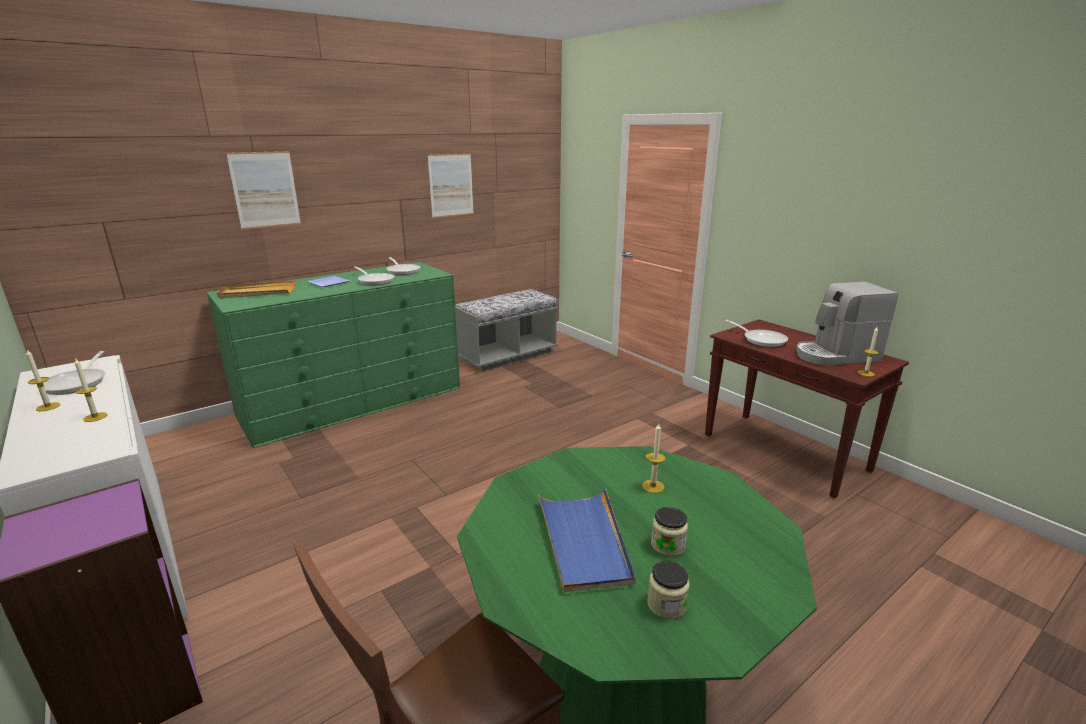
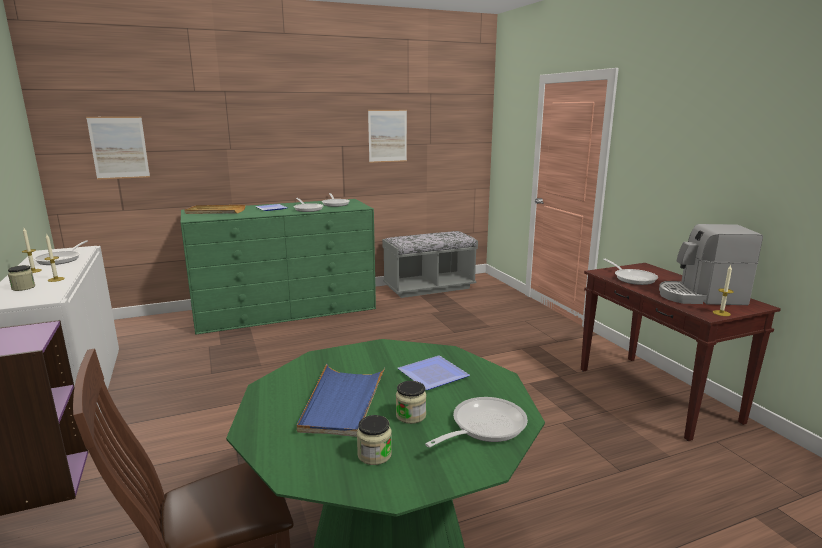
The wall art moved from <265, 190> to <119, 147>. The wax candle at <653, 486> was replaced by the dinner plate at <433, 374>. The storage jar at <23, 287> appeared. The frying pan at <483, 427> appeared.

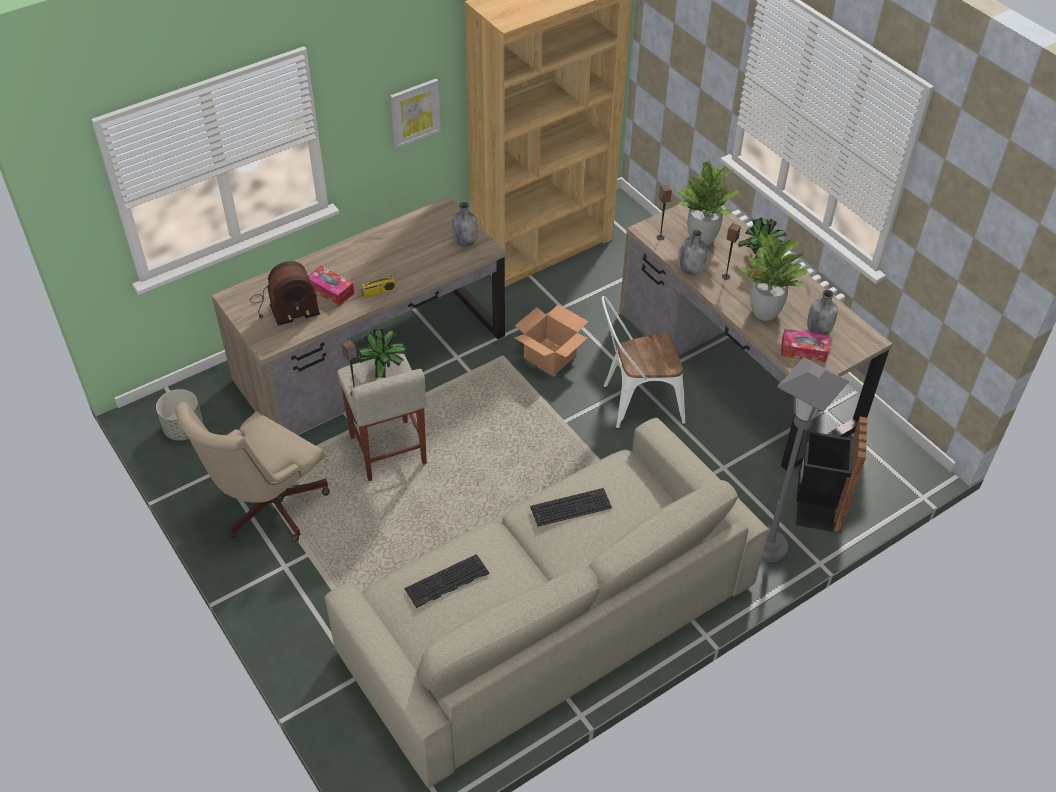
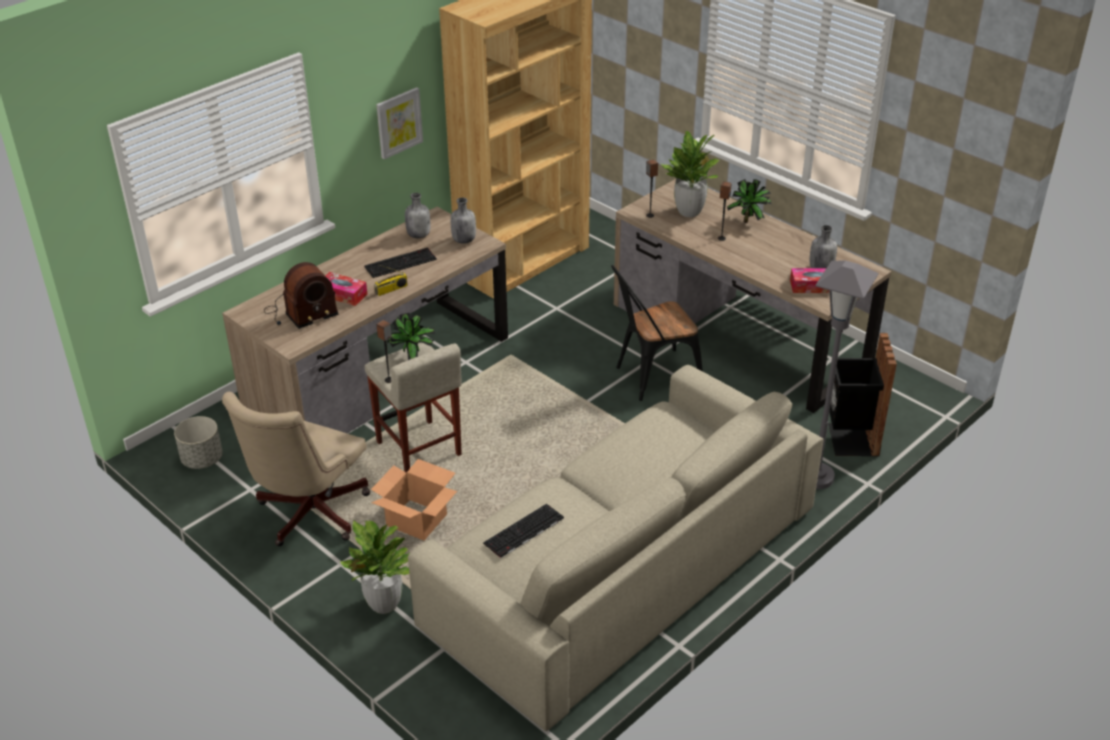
The cardboard box moved from <549, 356> to <415, 520>. The keyboard moved from <571, 506> to <401, 262>. The white chair at <635, 403> became the black chair at <652, 377>. The gray drink bottle moved from <691, 269> to <419, 235>. The potted plant moved from <764, 313> to <383, 604>.

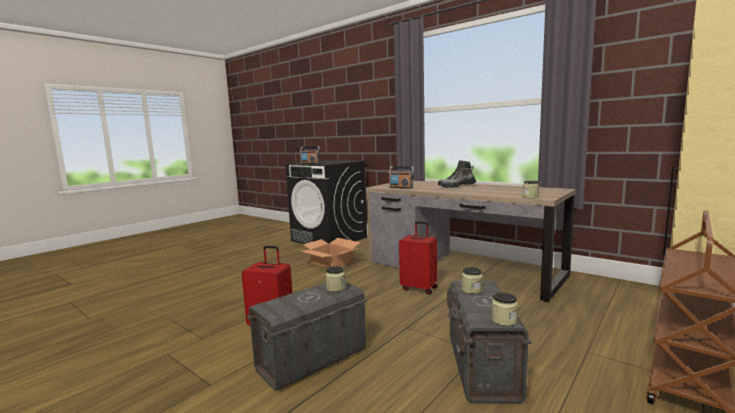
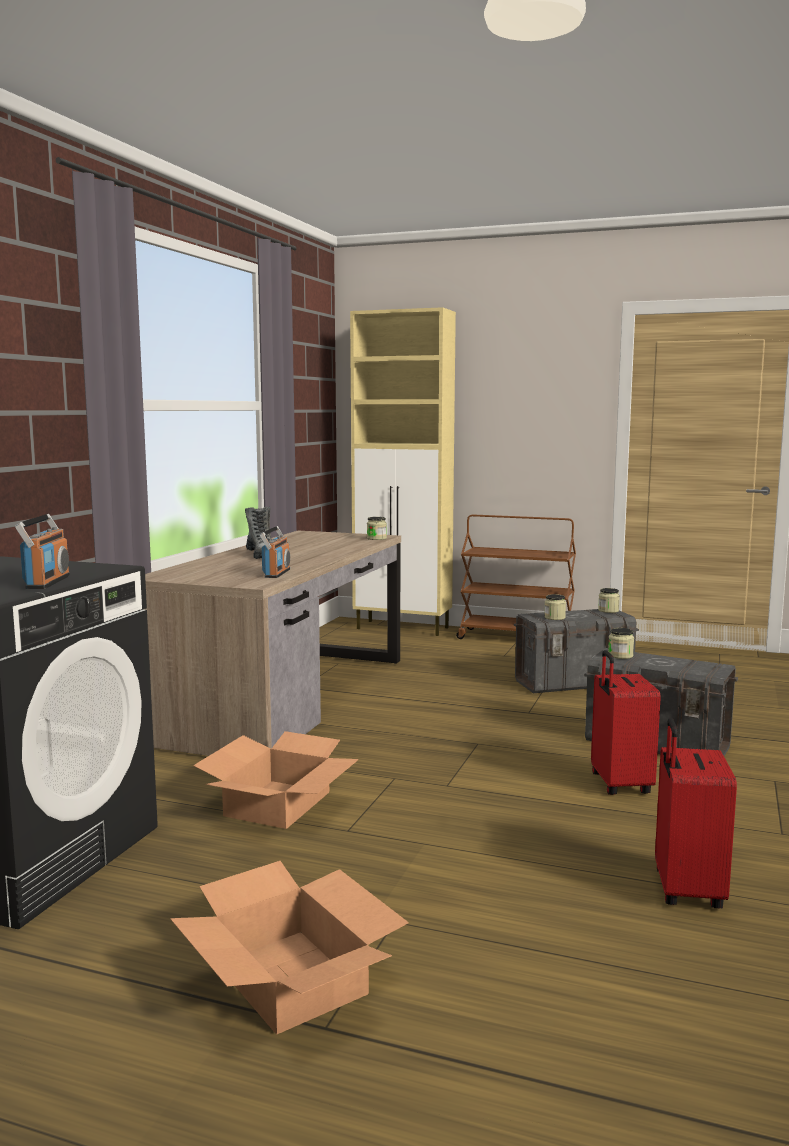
The reddish piece of luggage moved from <419, 288> to <685, 890>. The cardboard box at <290, 979> appeared.

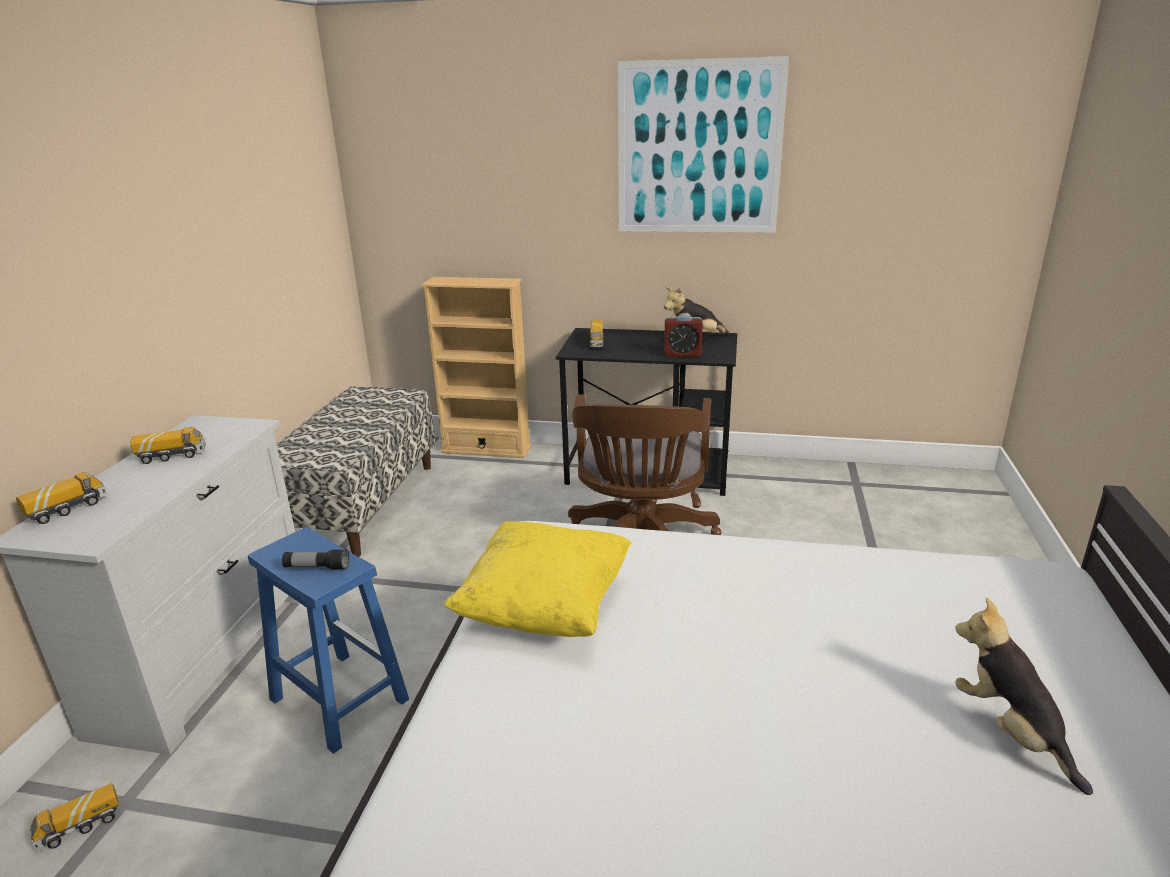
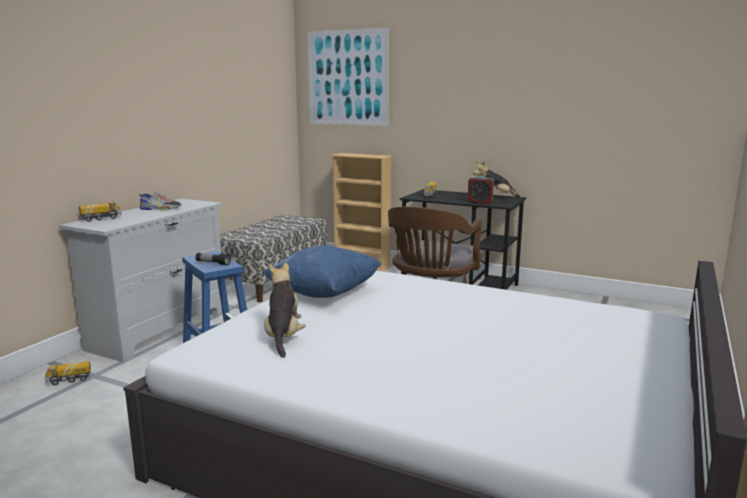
The toy truck at <172, 456> was replaced by the low shoe at <160, 209>. The yellow pillow at <545, 608> became the blue pillow at <324, 293>. The wall art moved from <698, 149> to <347, 78>. The plush toy moved from <1011, 731> to <283, 337>.

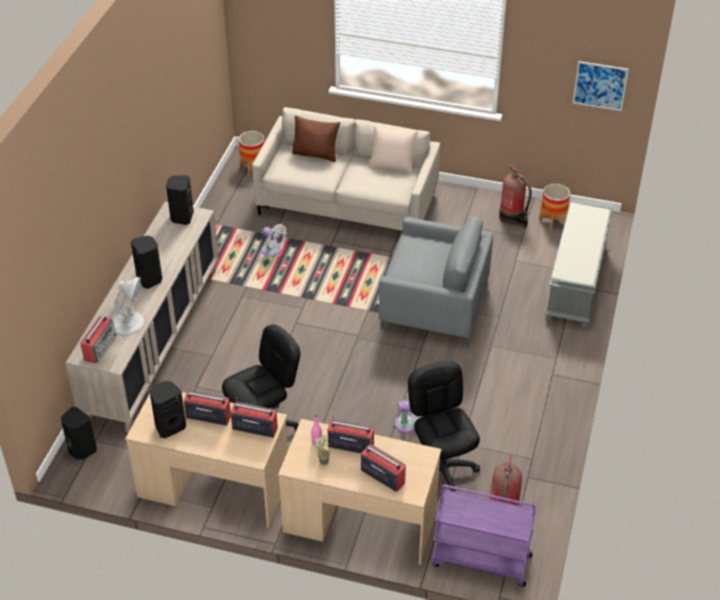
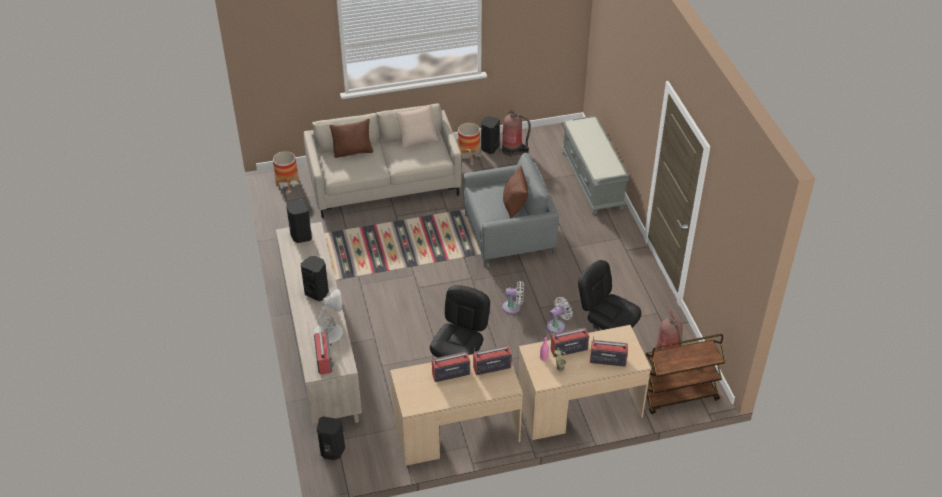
The black speaker moved from <169, 426> to <489, 148>. The white electric fan moved from <272, 252> to <513, 307>. The purple-coloured trolley at <480, 561> became the brown-coloured trolley at <678, 396>. The plant pot moved from <552, 221> to <469, 154>. The wall art at <600, 86> disappeared. The brown-coloured pillow at <515, 205> appeared.

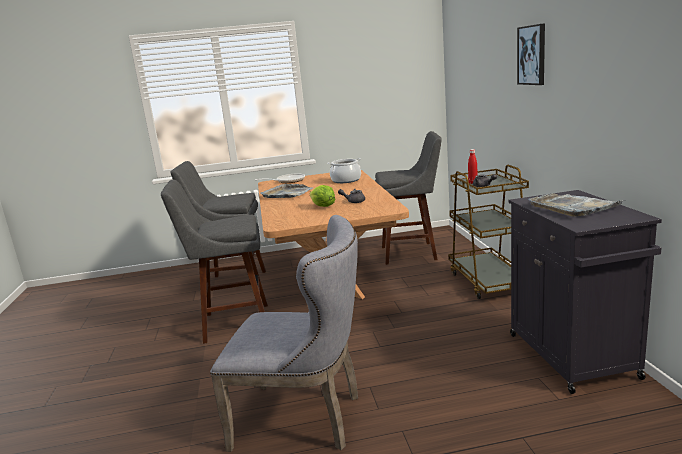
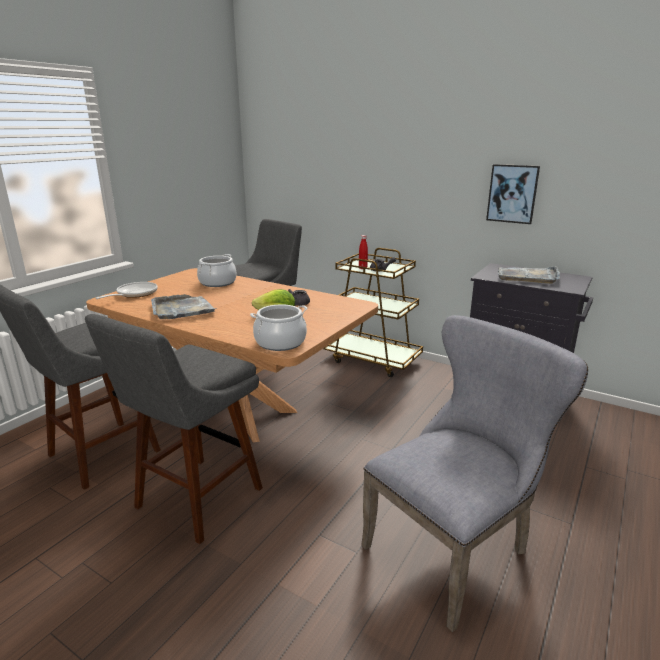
The wall art moved from <532, 55> to <512, 193>. The stockpot at <280, 342> appeared.

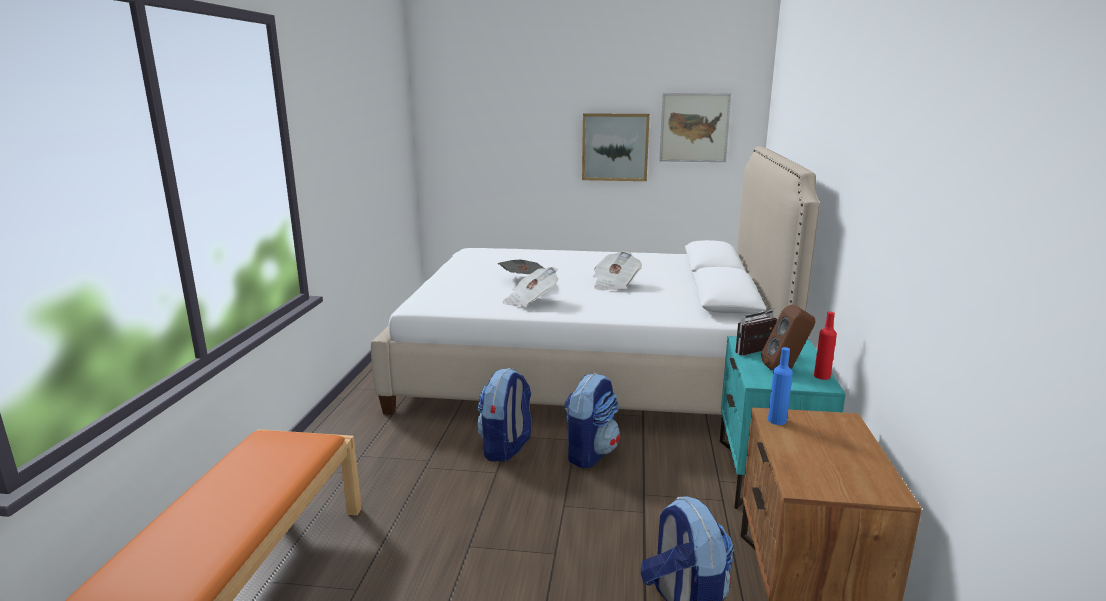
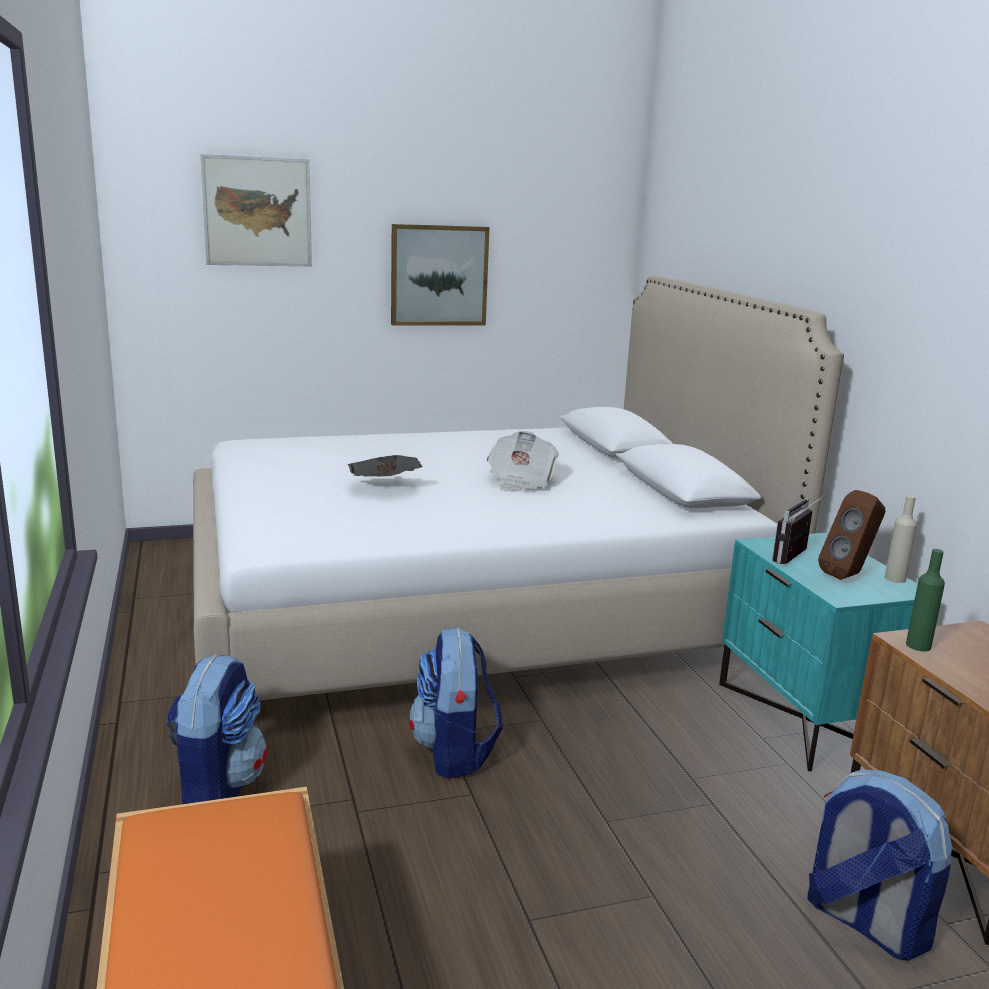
The daily paper at <530, 301> disappeared. The knapsack moved from <590, 453> to <218, 787>. The wall art moved from <694, 128> to <257, 212>. The blue drink bottle at <777, 420> became the greenish drink bottle at <918, 645>. The reddish drink bottle at <822, 376> became the beige drink bottle at <895, 579>.

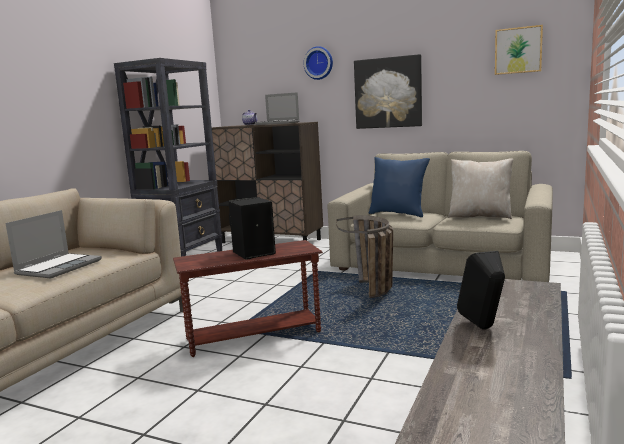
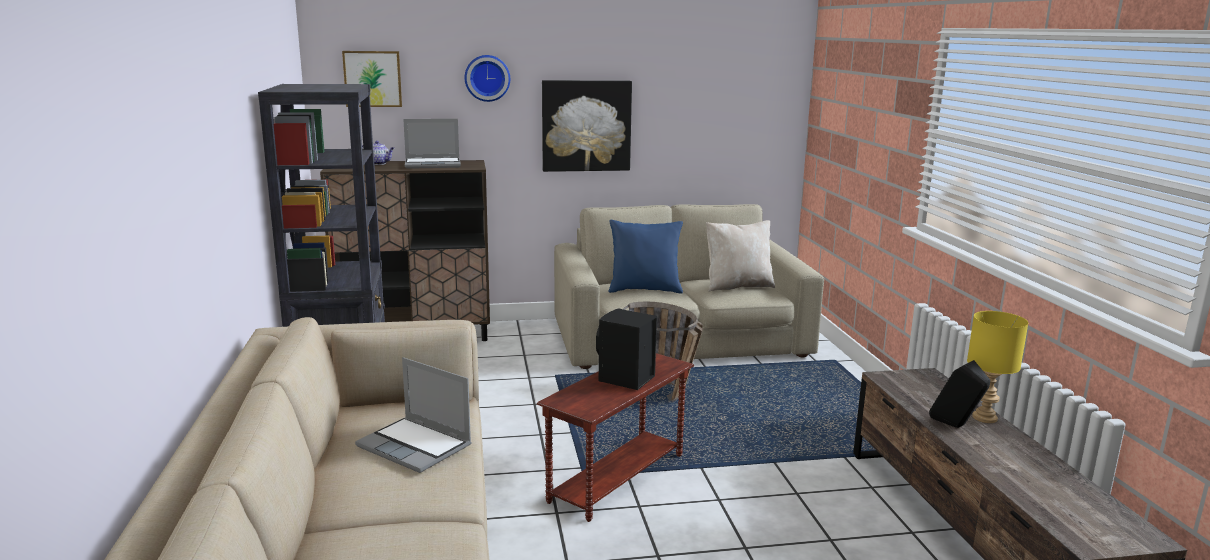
The notebook computer at <59, 267> turned 135 degrees clockwise. The wall art moved from <518, 50> to <373, 78>. The yellow tabletop lamp at <983, 418> appeared.

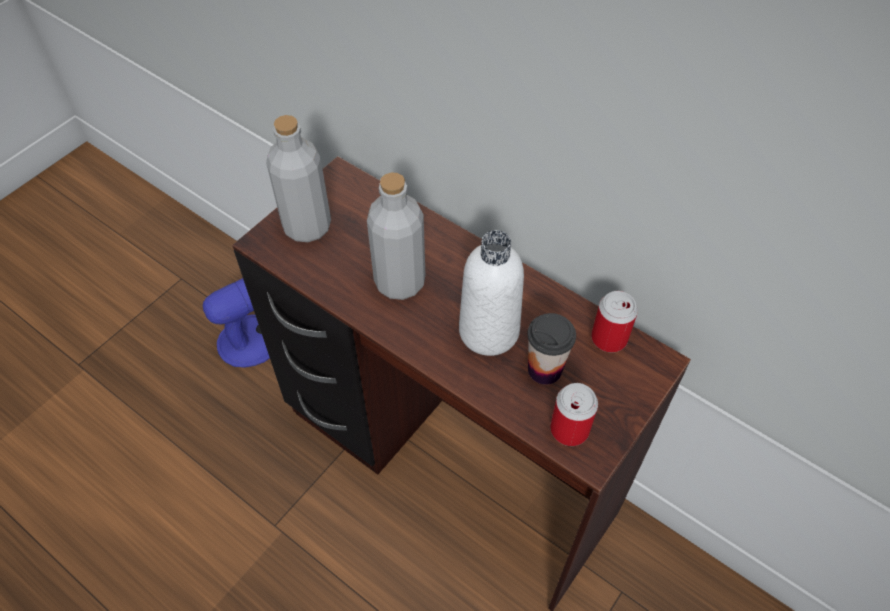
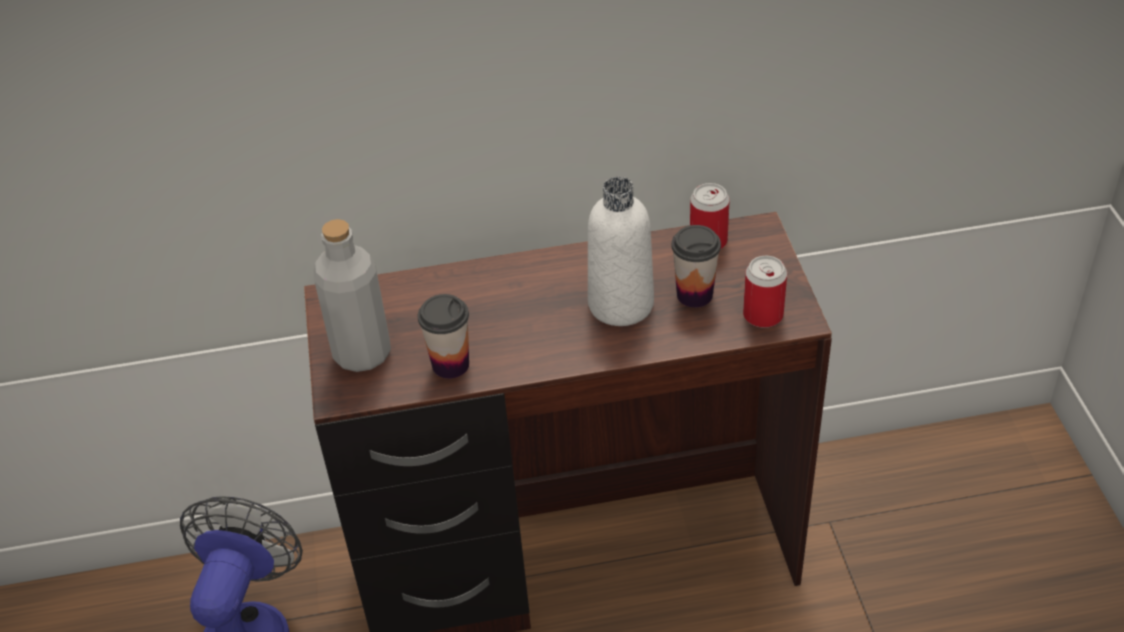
The gray drink bottle at <400, 282> disappeared. The drinking cup at <450, 365> appeared.

